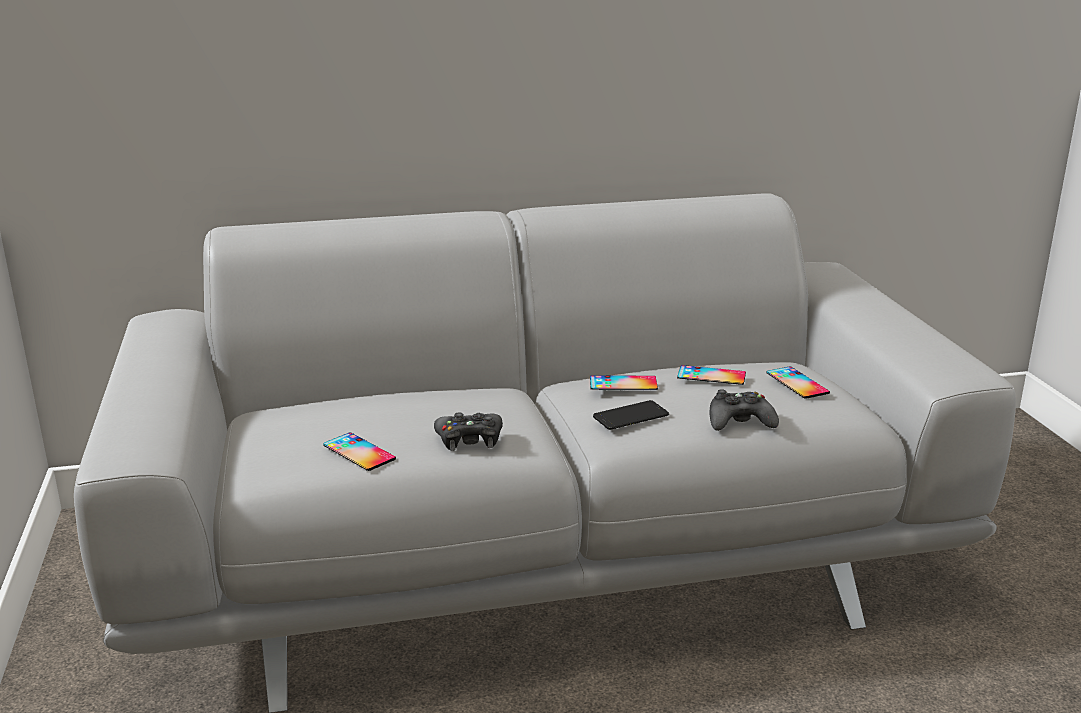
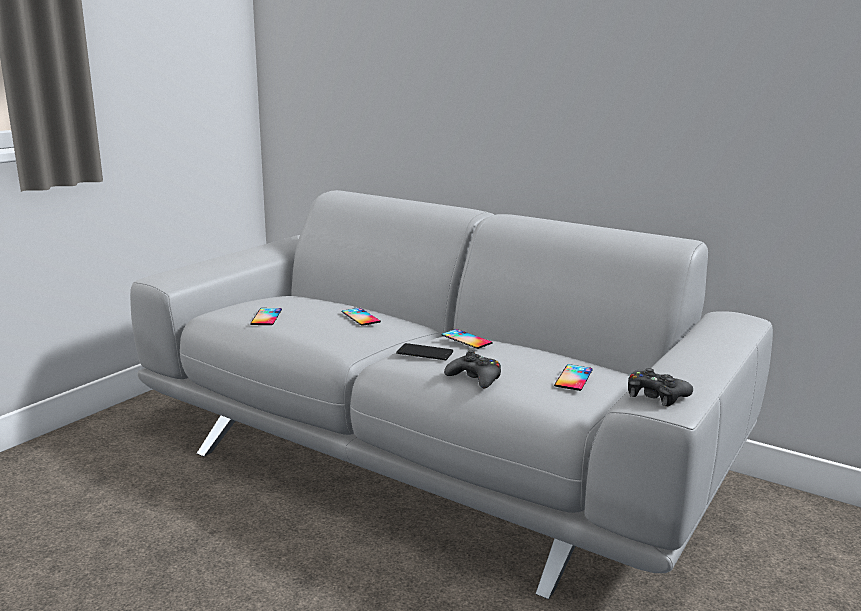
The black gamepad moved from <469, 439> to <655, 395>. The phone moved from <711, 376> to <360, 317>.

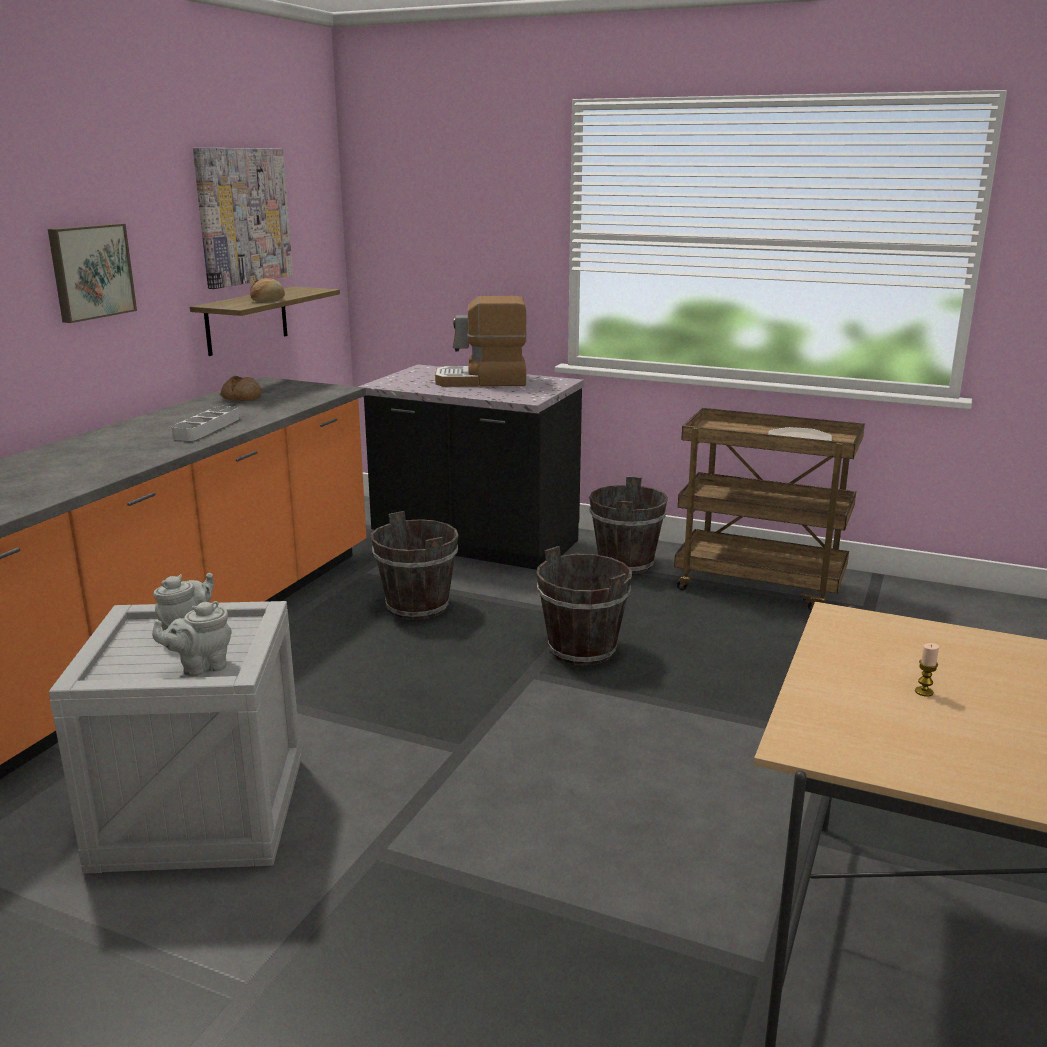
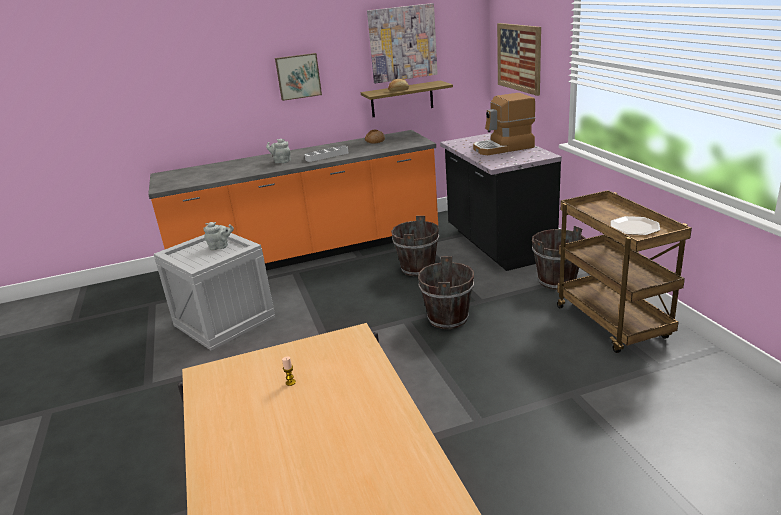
The gray tea pot moved from <201, 667> to <281, 161>. The coffee machine at <482, 381> turned 60 degrees counterclockwise. The wall art at <519, 57> appeared.

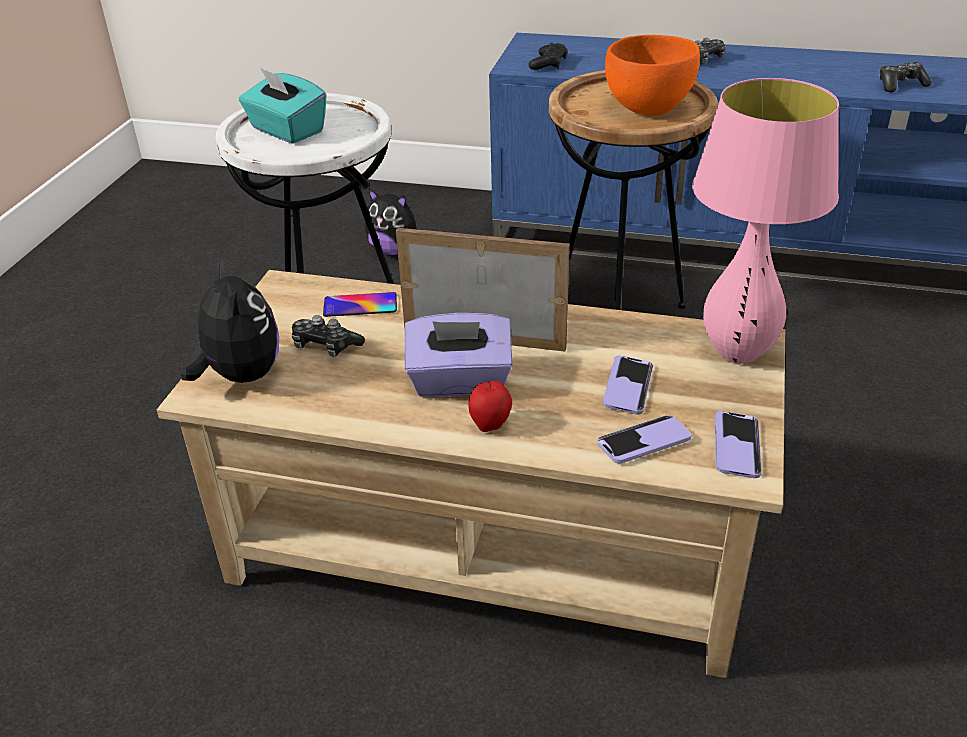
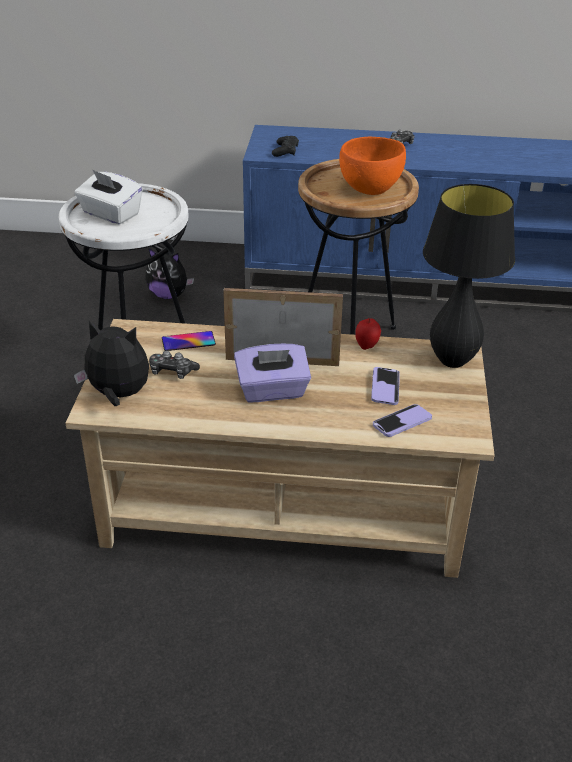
The plush toy at <240, 375> turned 45 degrees counterclockwise. The turquoise tissue holder at <286, 131> became the white tissue holder at <110, 214>. The whole apple moved from <490, 425> to <367, 346>. The pink-coloured tabletop lamp at <737, 353> became the black tabletop lamp at <452, 361>. The phone at <737, 446> disappeared. The gamepad at <900, 85> disappeared.

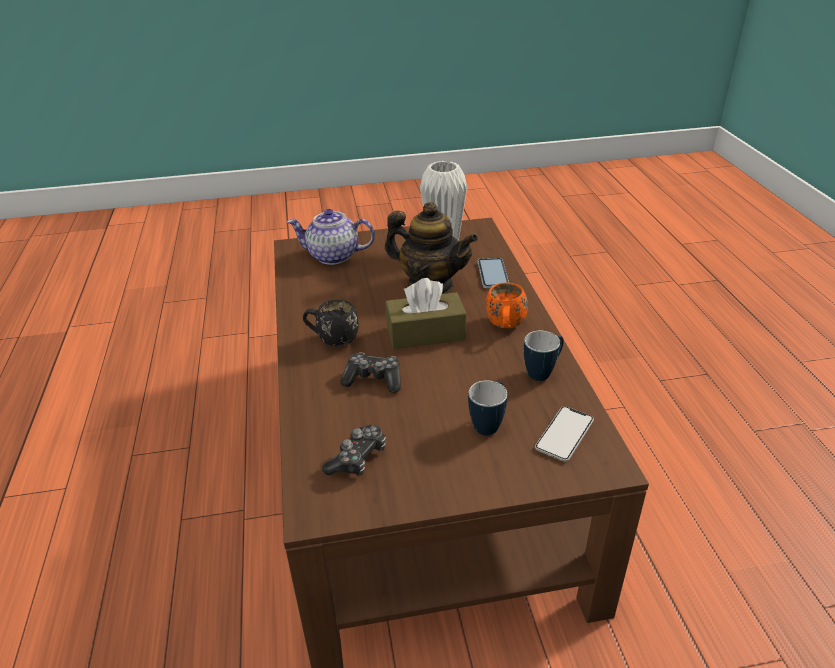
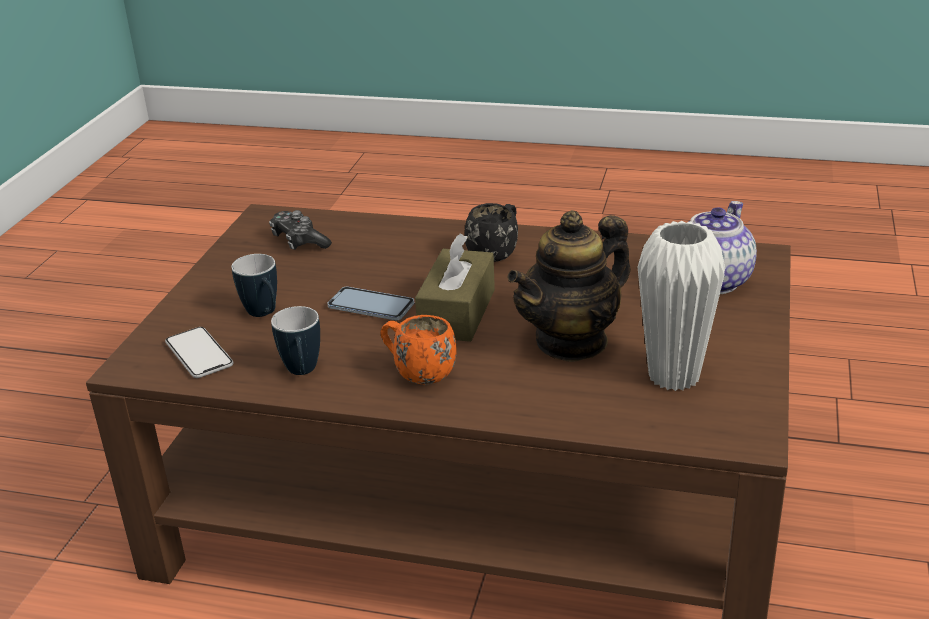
The gamepad at <373, 379> disappeared. The phone moved from <493, 274> to <371, 306>.

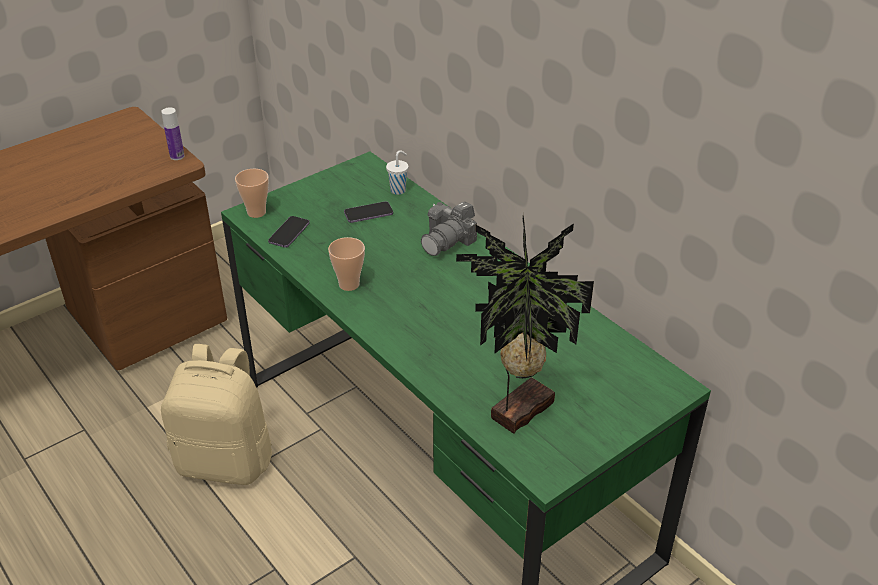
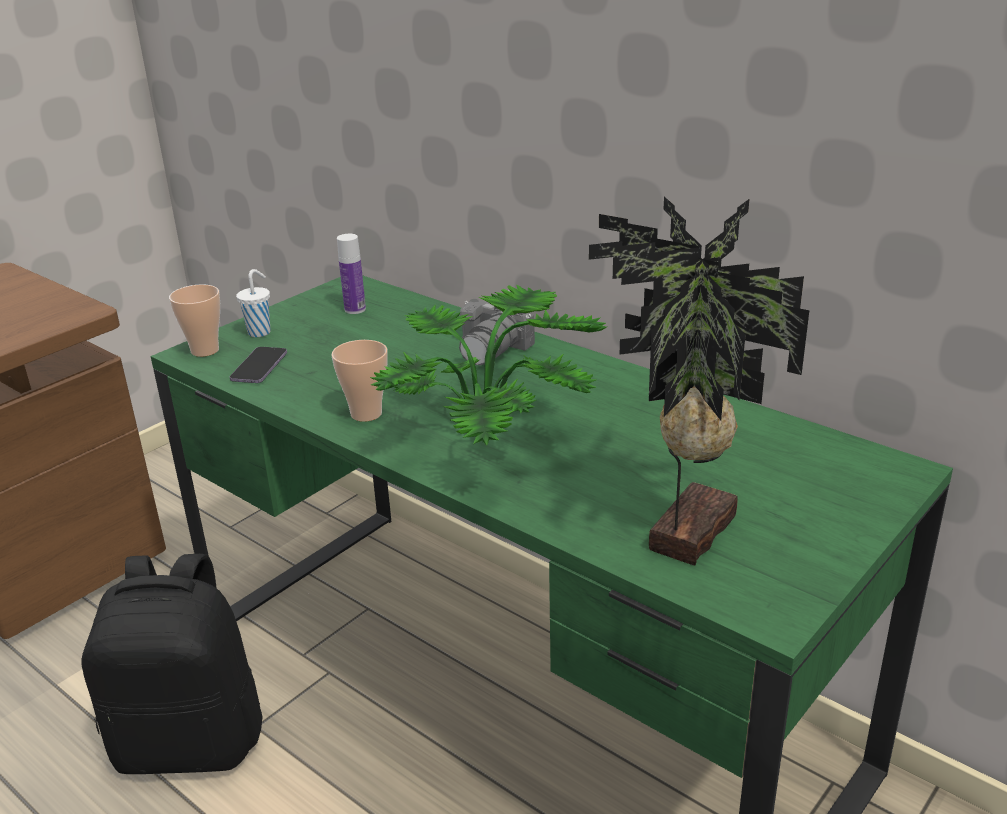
The drink bottle moved from <177, 156> to <355, 309>. The beige knapsack at <226, 460> became the black knapsack at <192, 741>. The phone at <368, 213> disappeared. The white drinking cup moved from <398, 190> to <260, 332>. The potted plant at <496, 440> appeared.

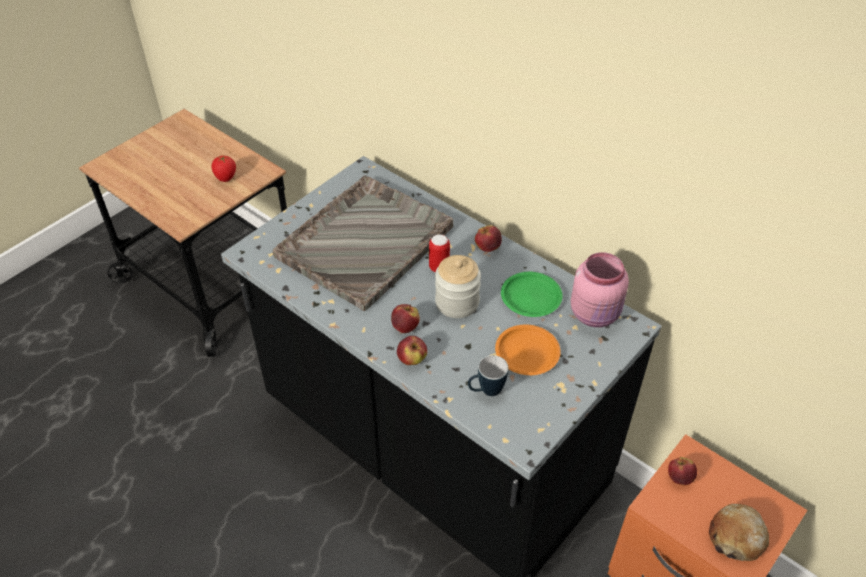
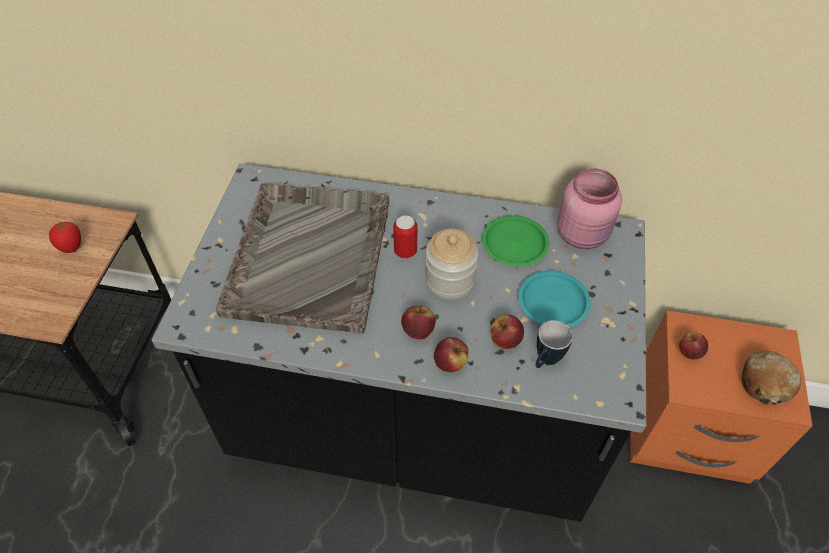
The whole apple moved from <487, 247> to <505, 341>. The orange-coloured dinner plate at <527, 353> became the turquoise dinner plate at <553, 302>.

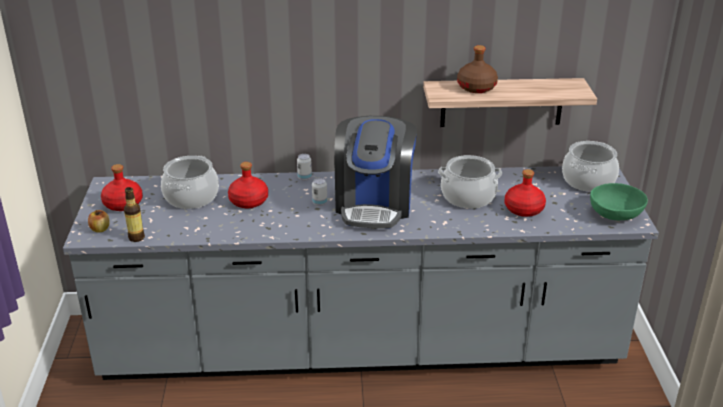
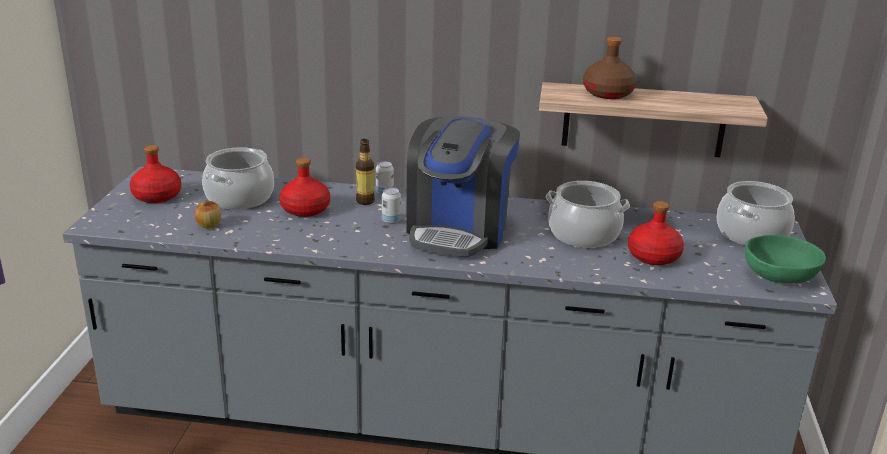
The whole apple moved from <100, 229> to <209, 225>. The drink bottle moved from <136, 238> to <365, 201>.

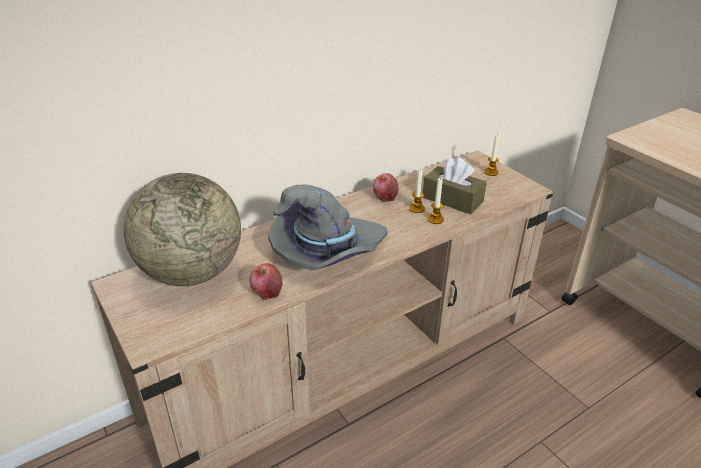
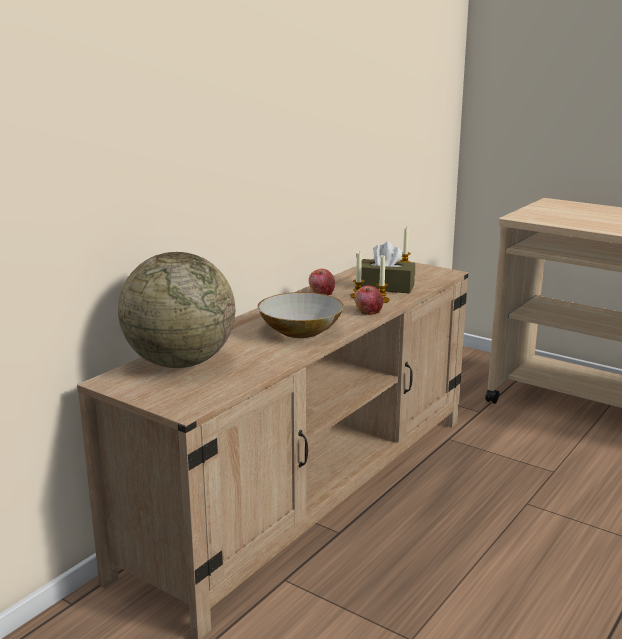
The whole apple moved from <267, 292> to <368, 311>. The gray wearable hat at <326, 250> was replaced by the bowl at <299, 331>.

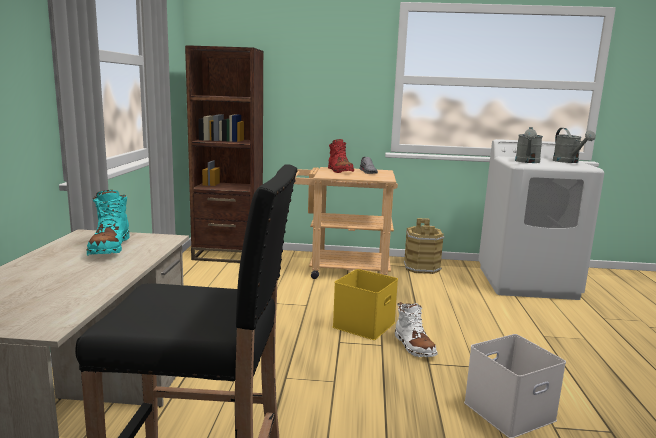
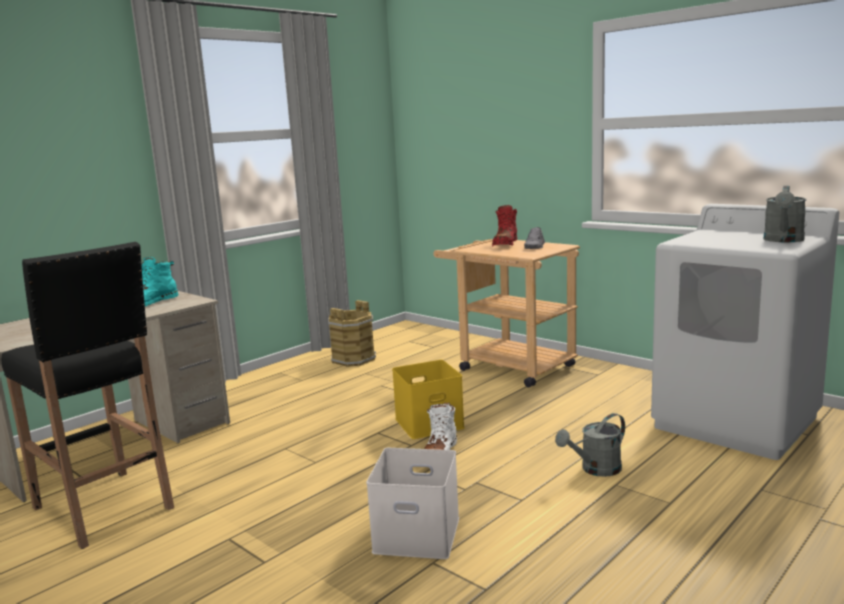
The brown-coloured bookshelf at <228, 255> disappeared. The brown-coloured pail moved from <422, 267> to <354, 359>. The gray watering pot moved from <527, 162> to <595, 469>.

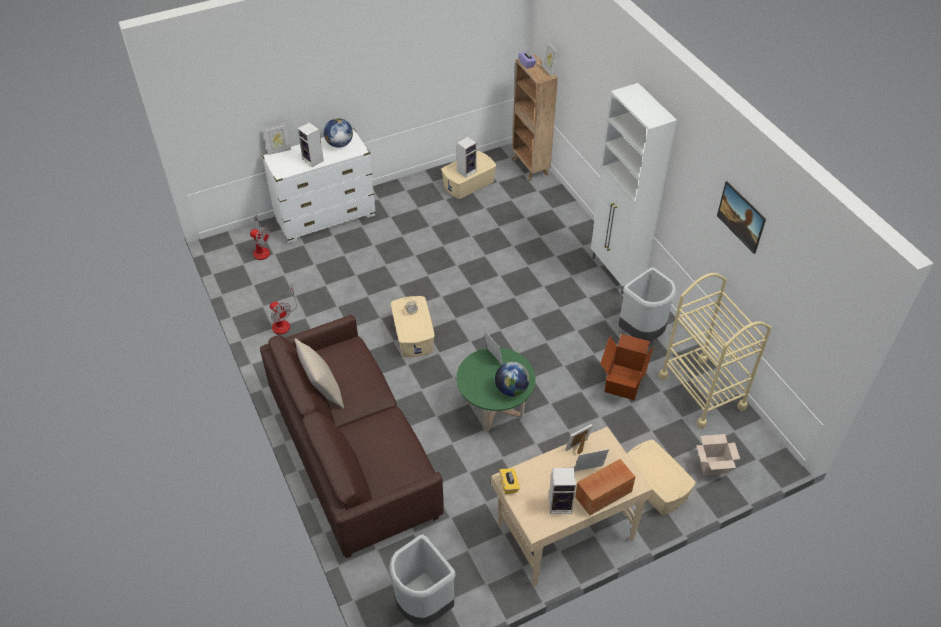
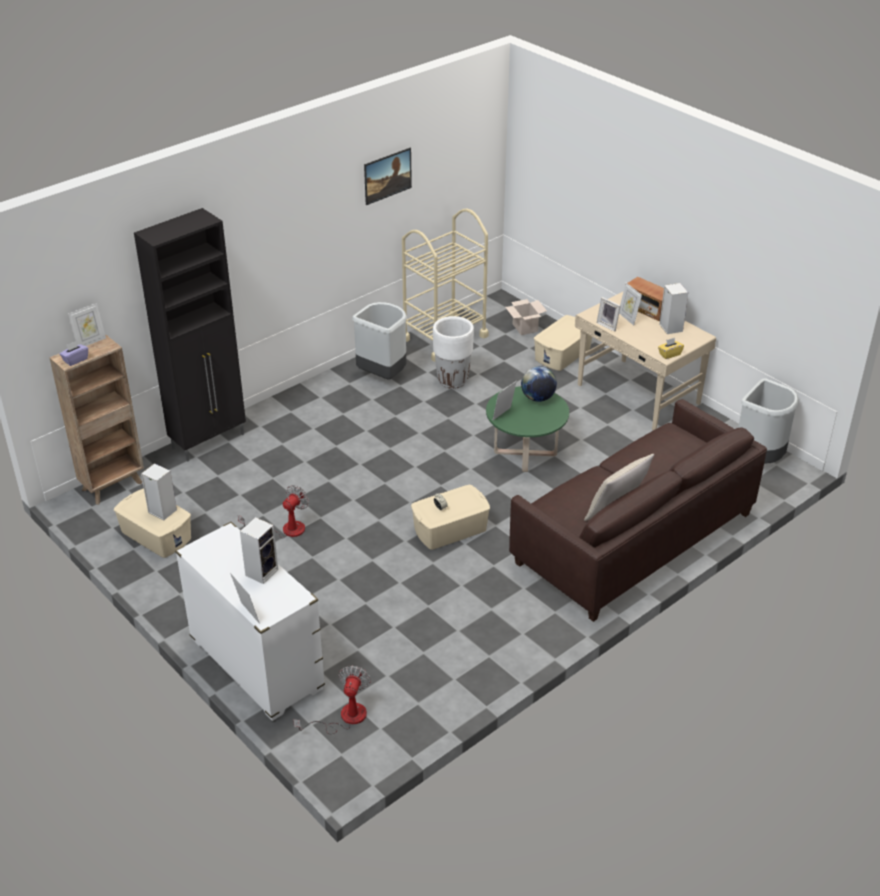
The electric fan moved from <283, 322> to <285, 529>. The world globe at <339, 144> disappeared. The white cupboard at <616, 273> disappeared. The cardboard box at <622, 381> was replaced by the white plant pot at <453, 381>. The black cupboard at <209, 441> appeared.

